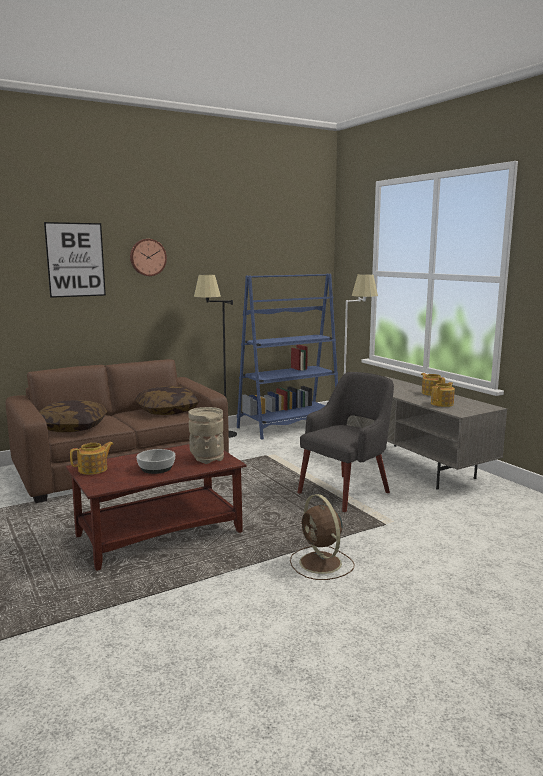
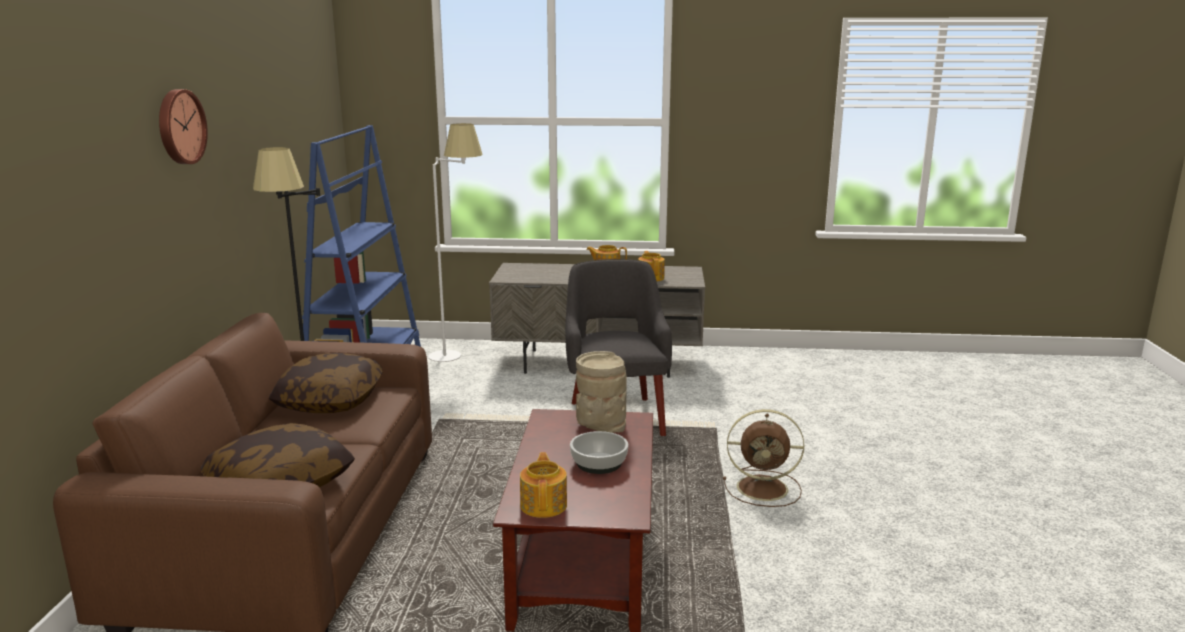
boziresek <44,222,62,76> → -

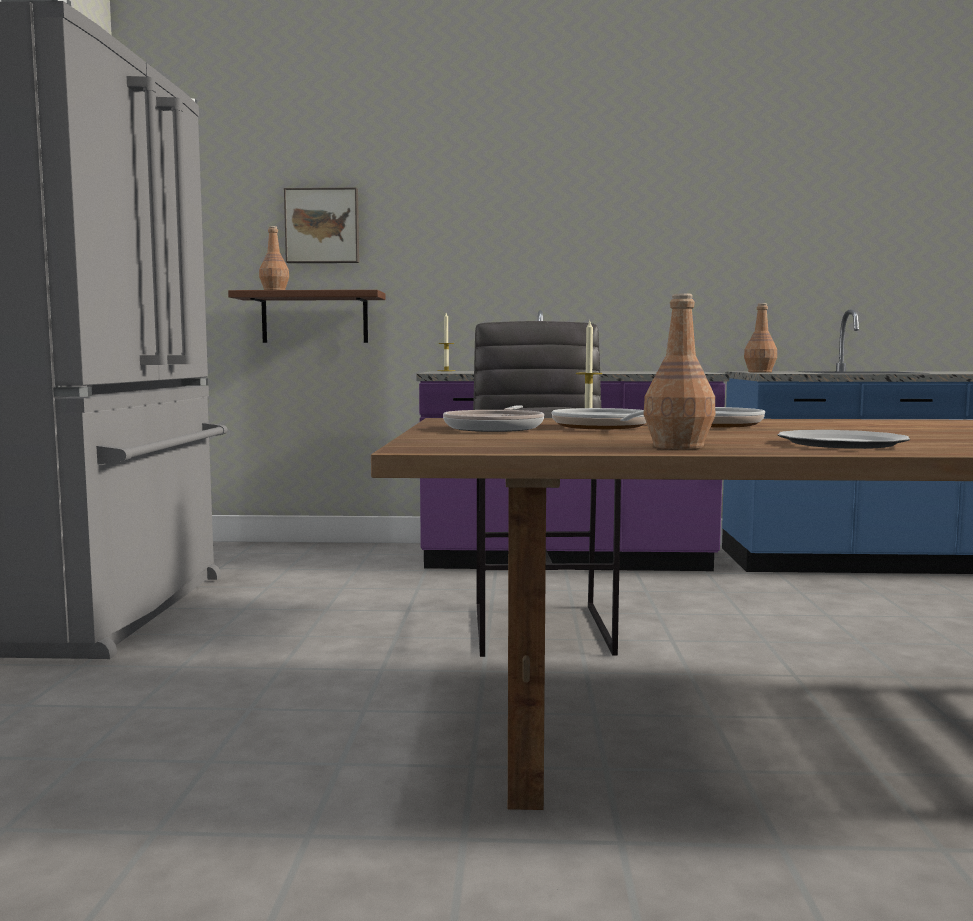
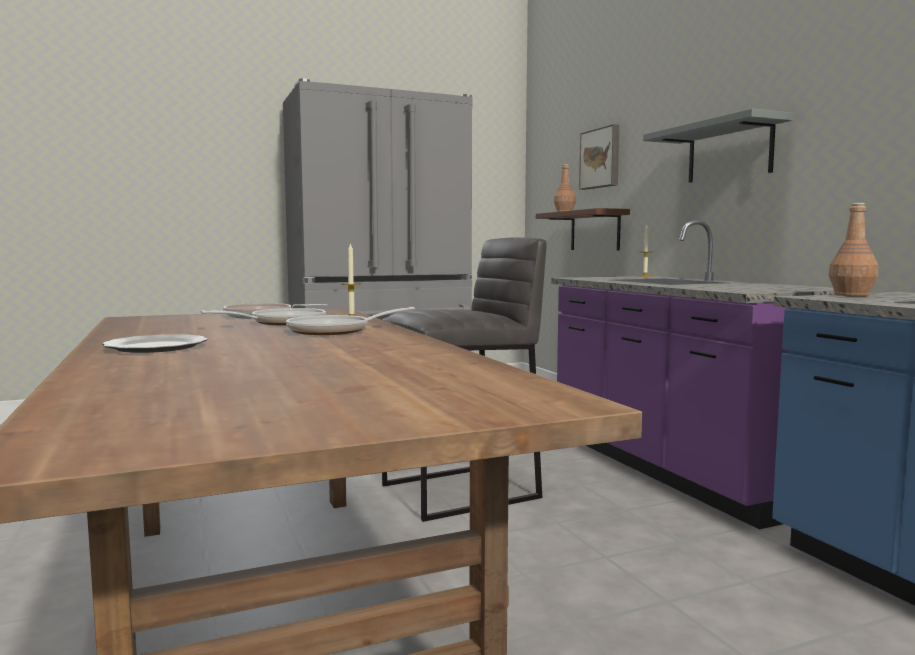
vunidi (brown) <643,294,72,155> → -
- → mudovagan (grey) <643,108,150,75>

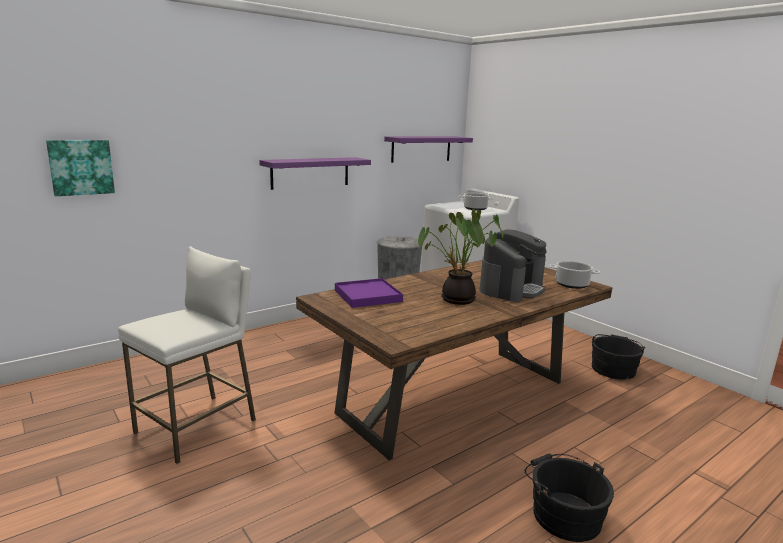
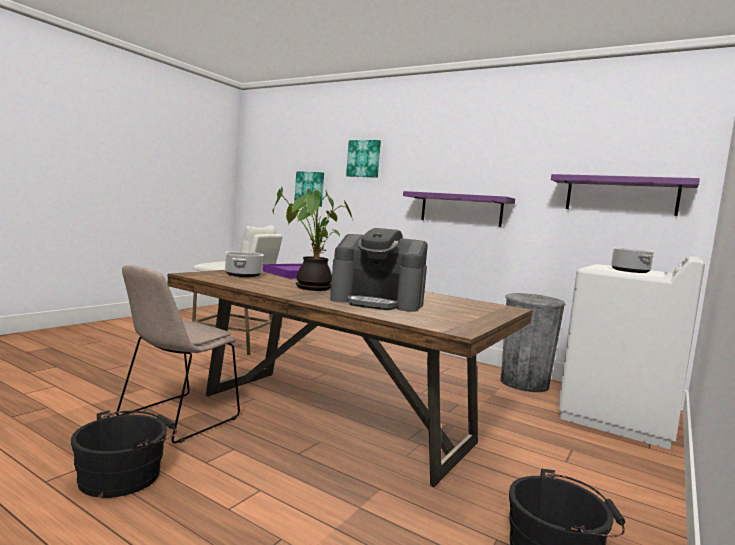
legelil <549,261,52,28> → legelil <225,251,39,26>, moved
- → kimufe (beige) <116,265,124,178>
- → boziresek <346,140,35,38>

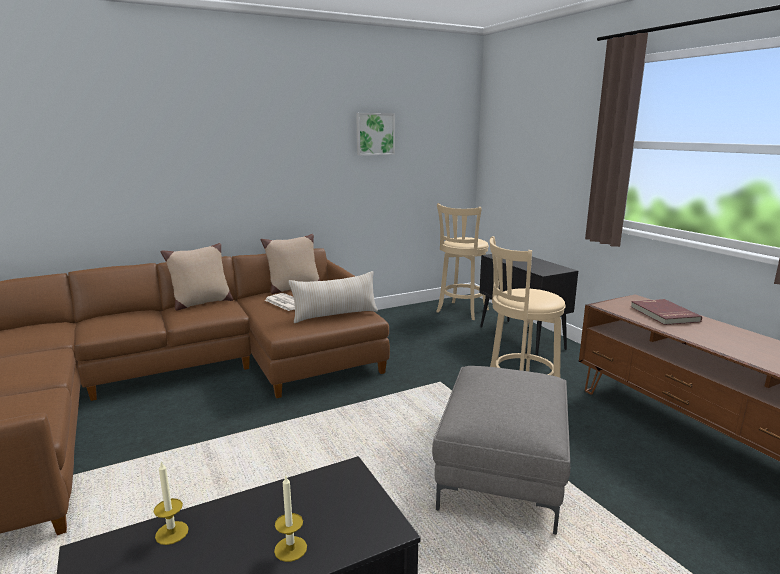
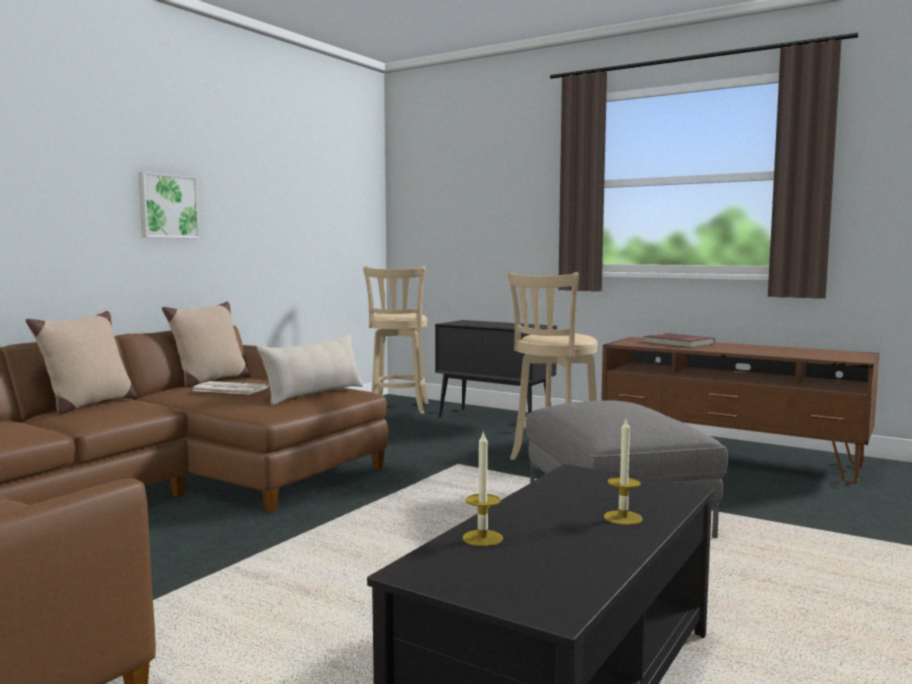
boziresek <356,113,39,43> → boziresek <138,172,62,66>, moved

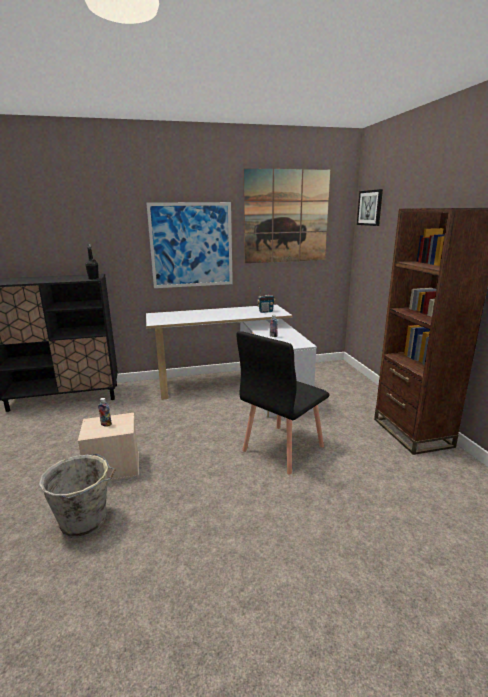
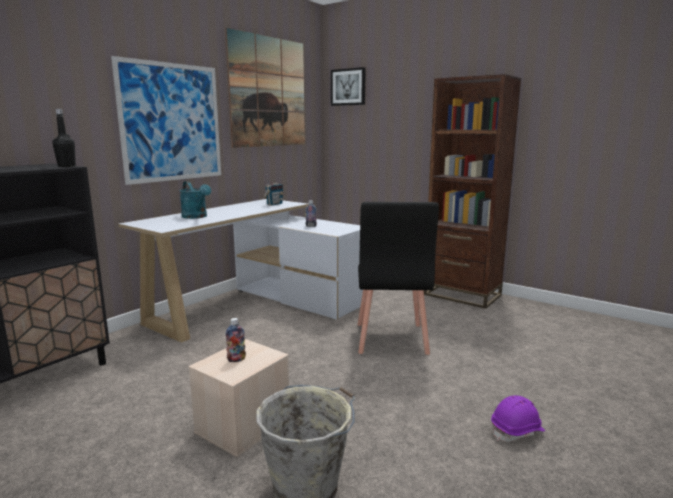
- → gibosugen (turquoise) <180,181,31,38>
- → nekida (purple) <491,395,54,47>

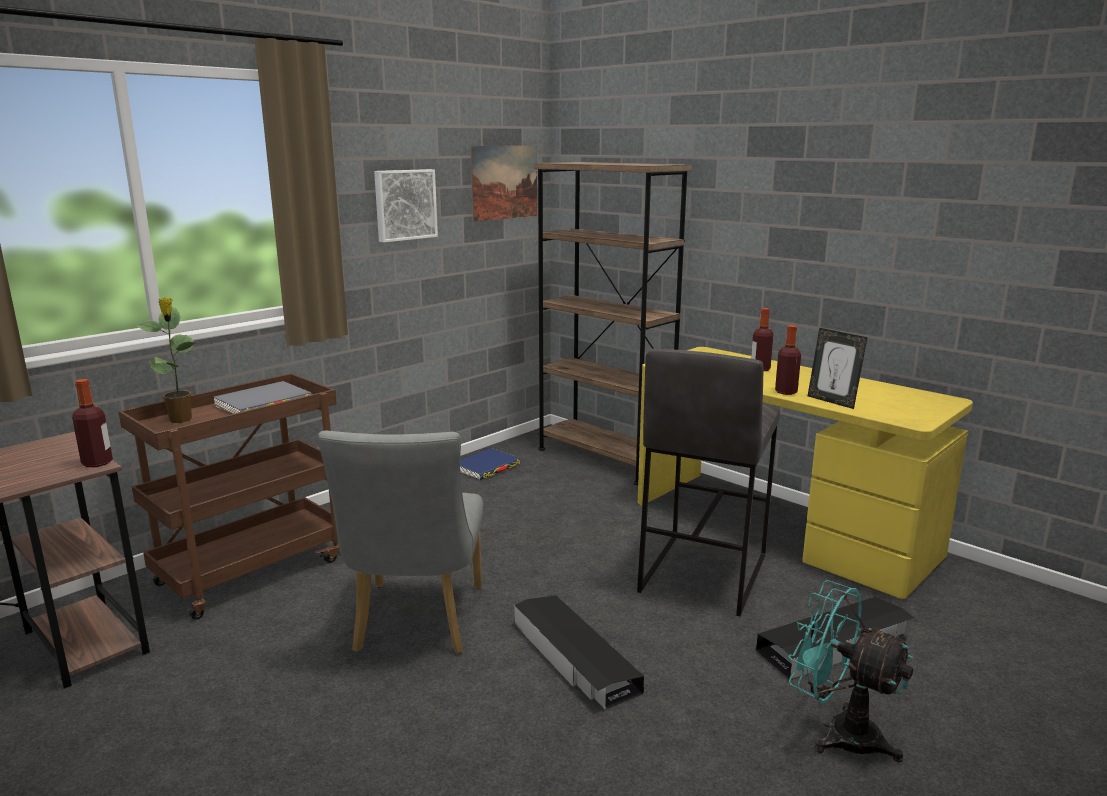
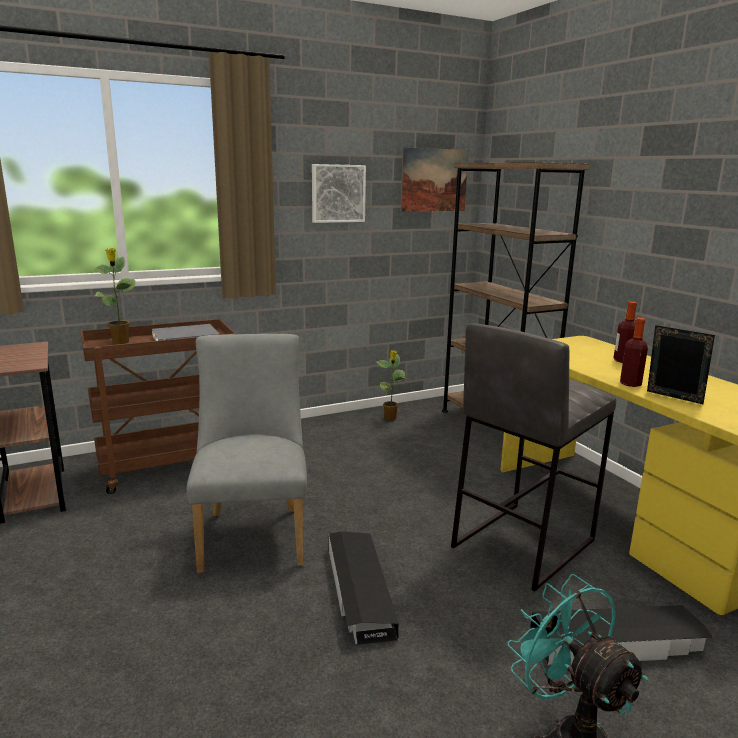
vunidi <72,379,41,88> → -
kimufe (grey) <318,431,165,223> → kimufe (grey) <186,334,121,239>, 150 degrees clockwise
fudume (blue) <460,448,61,32> → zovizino <377,350,29,71>
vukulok <808,328,60,81> → vukulok <647,325,68,79>, 150 degrees clockwise

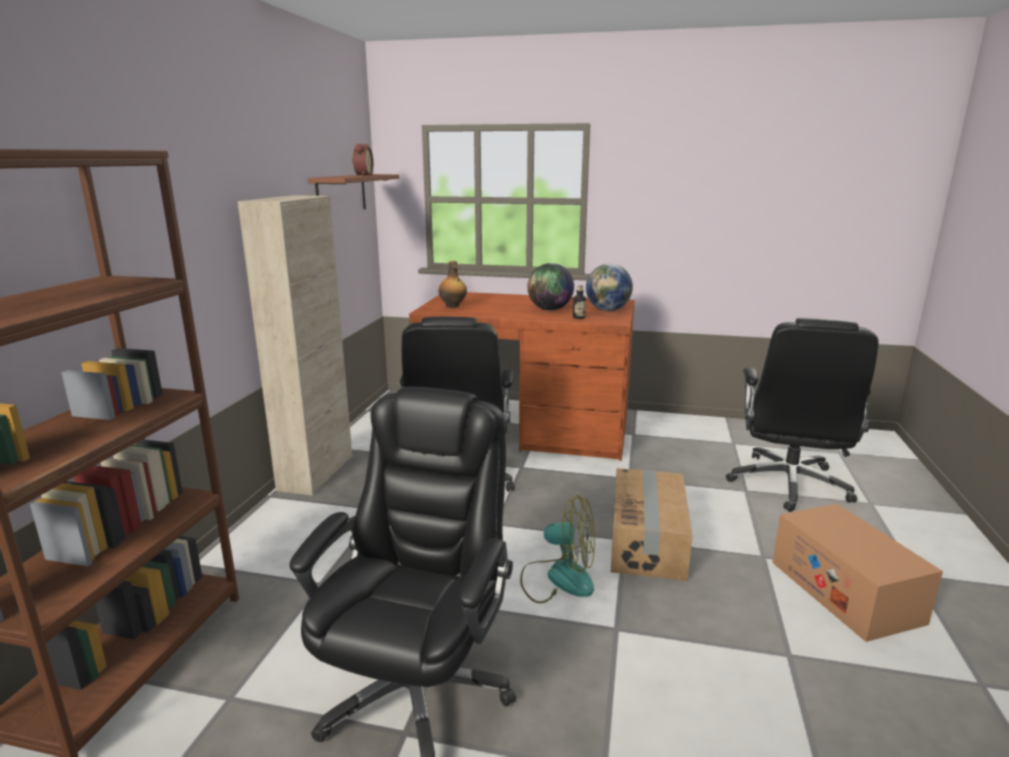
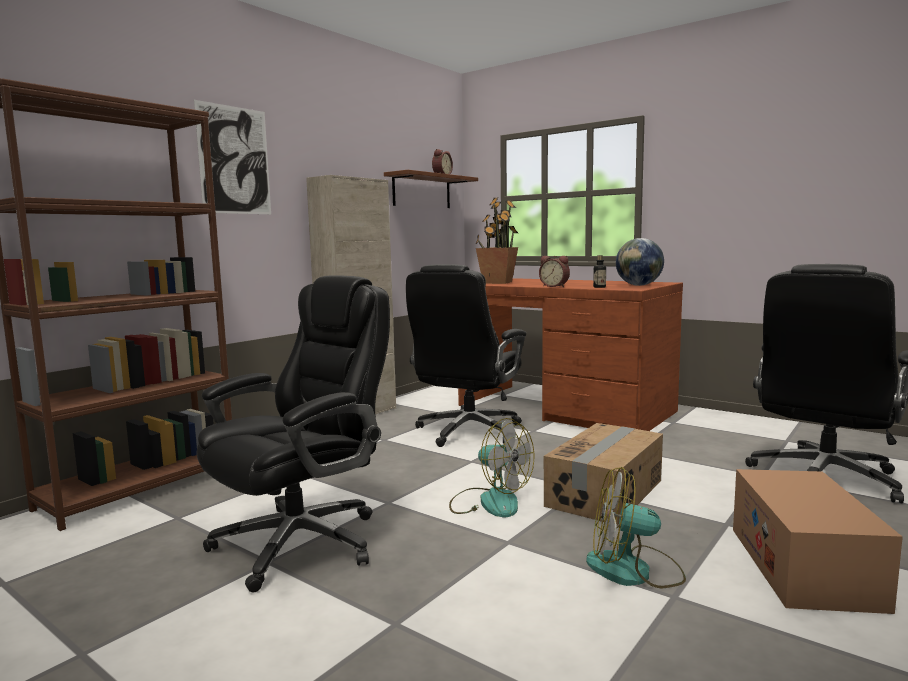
vunidi <438,261,29,47> → zovizino <476,198,42,86>
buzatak <527,263,47,47> → -
- → boziresek <194,100,77,114>
- → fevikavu <539,256,31,31>
- → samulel <586,467,100,122>

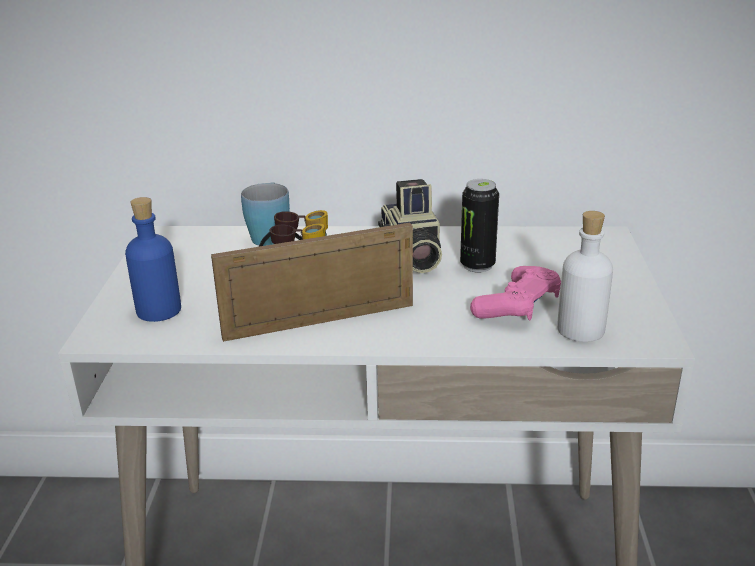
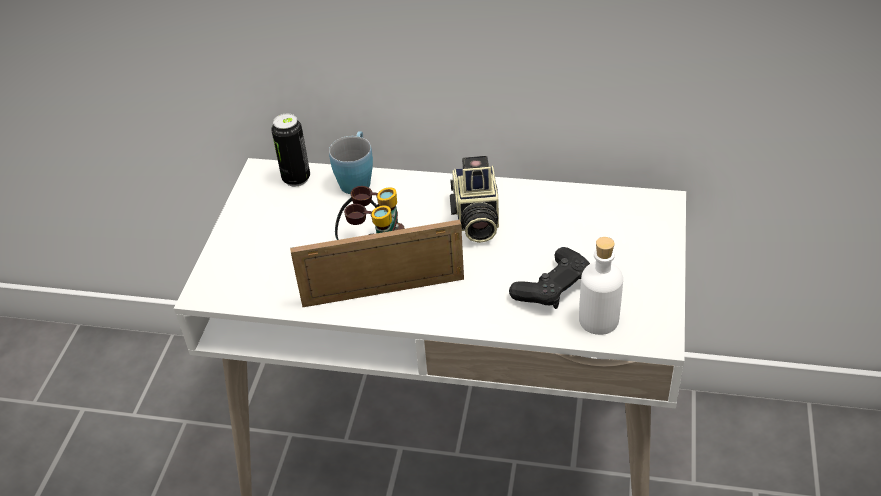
vunidi (blue) <125,197,56,125> → -
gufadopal <460,179,39,94> → gufadopal <271,114,39,73>, moved
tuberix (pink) <470,266,91,54> → tuberix (black) <509,247,81,62>

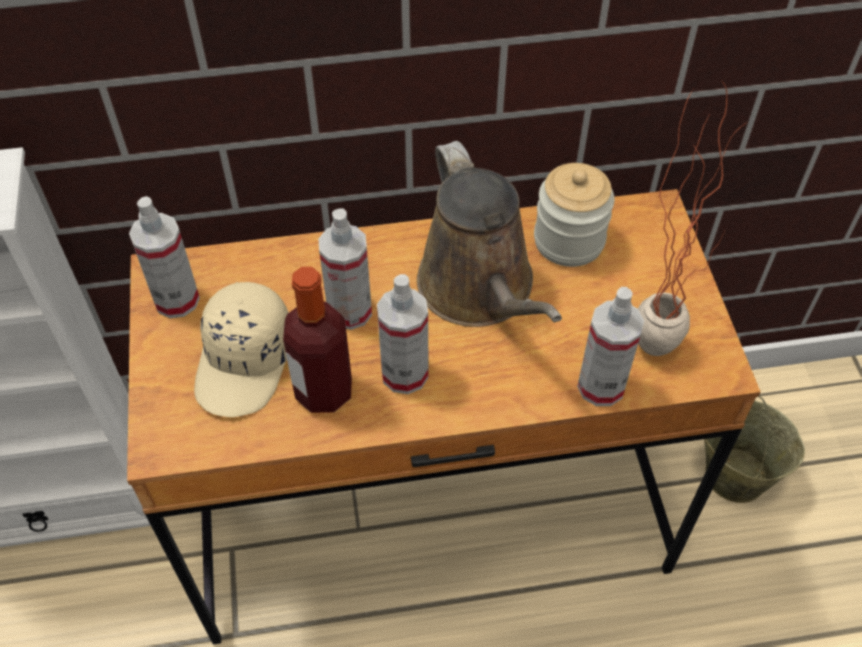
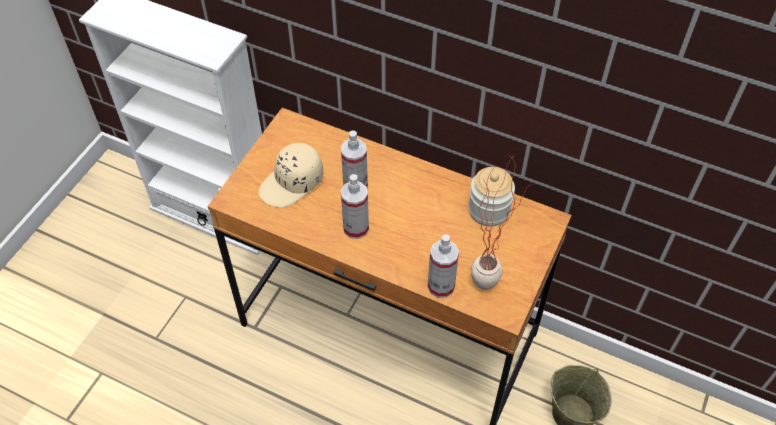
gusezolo <129,196,71,122> → -
vunidi <283,267,69,146> → -
gibosugen (brown) <417,141,145,186> → -

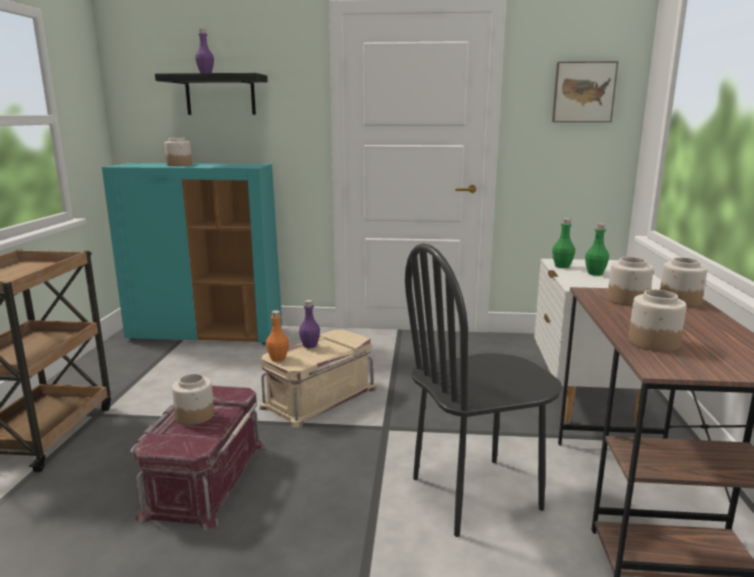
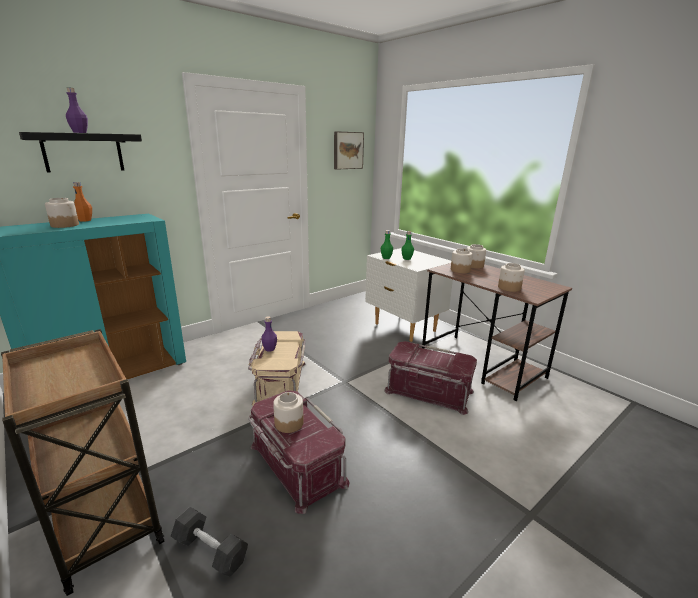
vunidi (orange) <266,310,23,52> → vunidi (orange) <73,182,19,40>, moved
kimufe (black) <405,243,158,294> → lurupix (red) <384,341,93,74>
- → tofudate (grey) <171,507,77,69>

